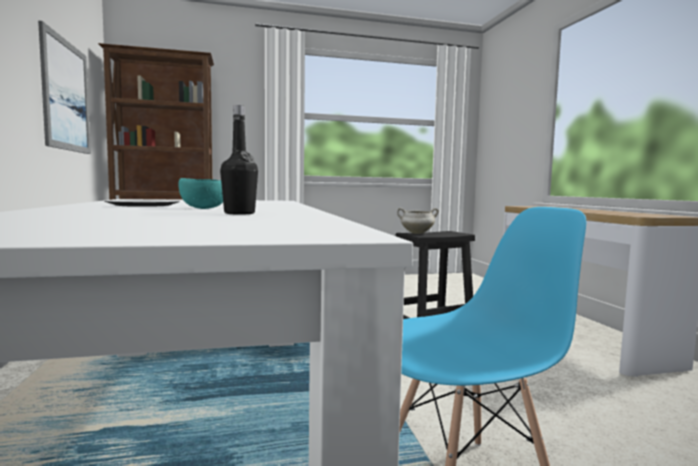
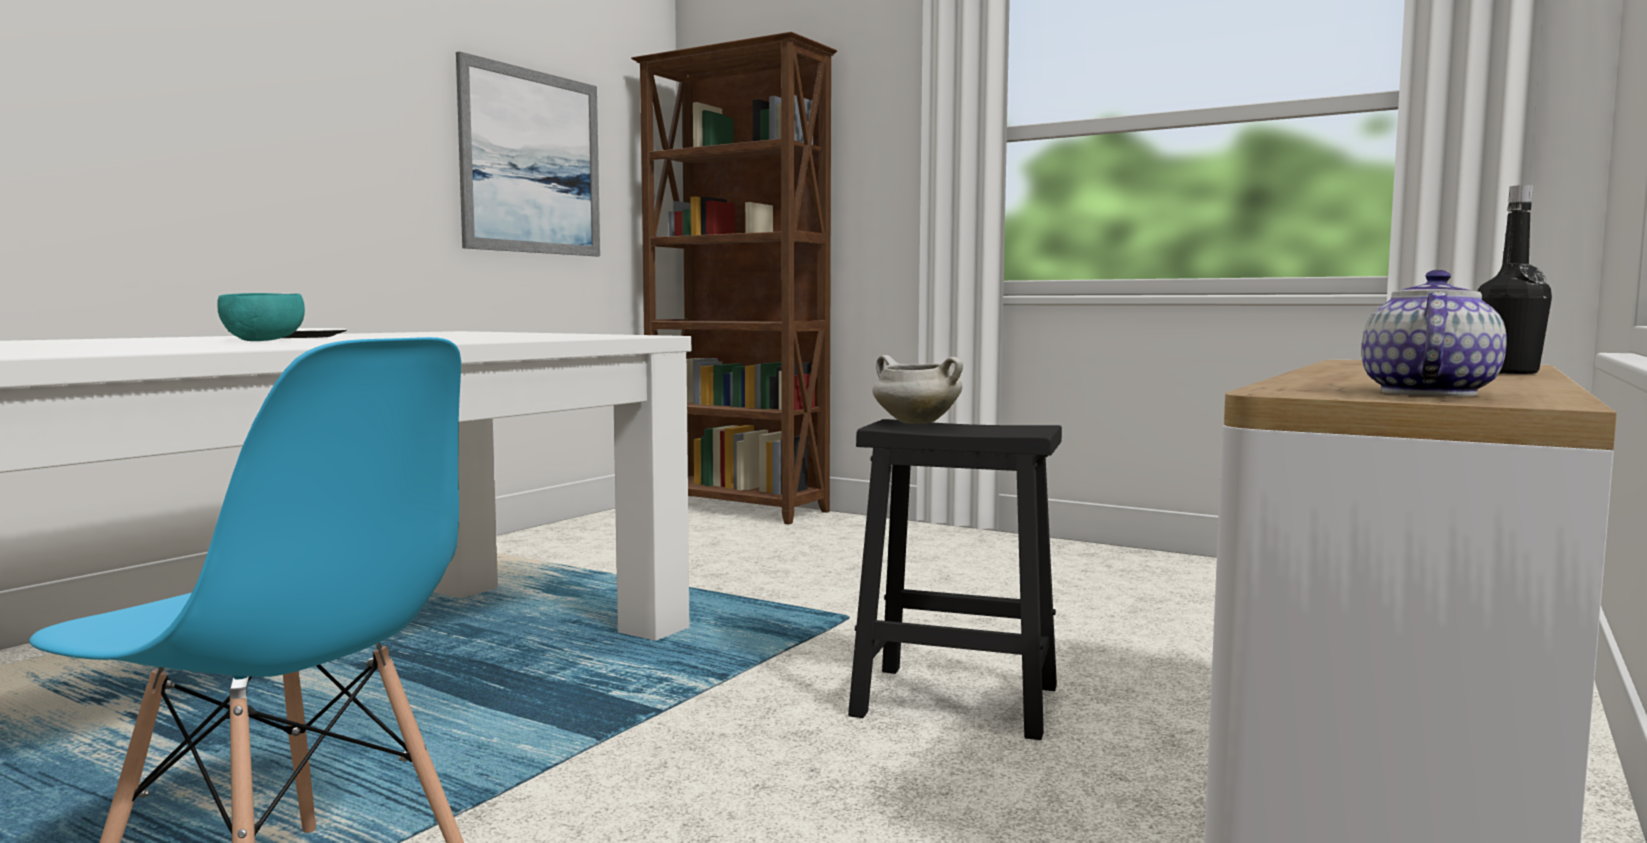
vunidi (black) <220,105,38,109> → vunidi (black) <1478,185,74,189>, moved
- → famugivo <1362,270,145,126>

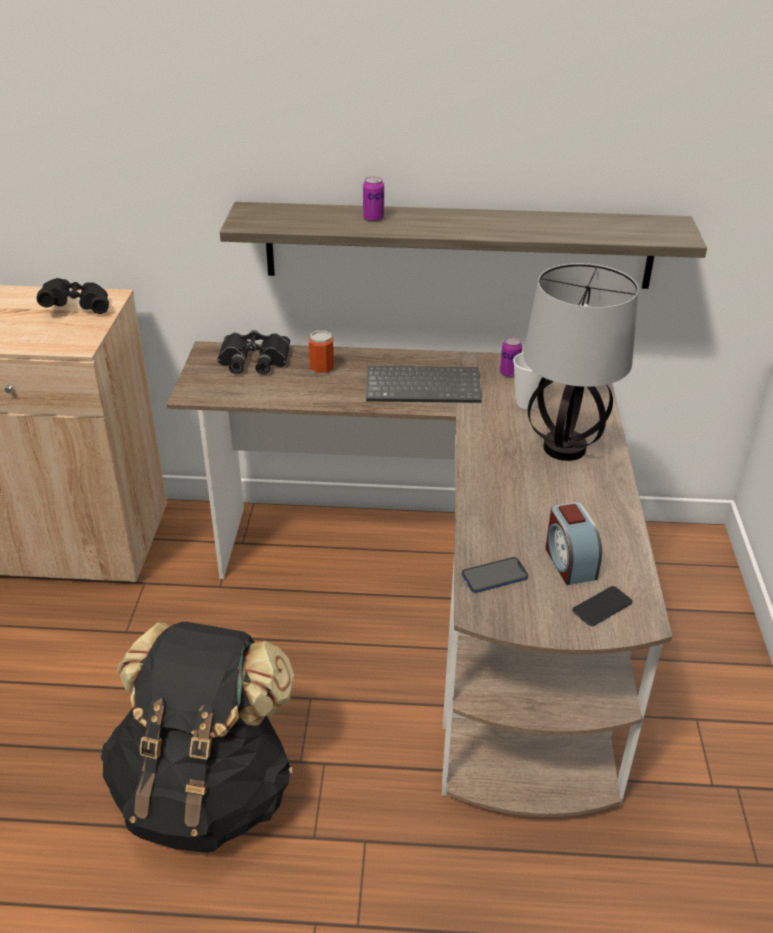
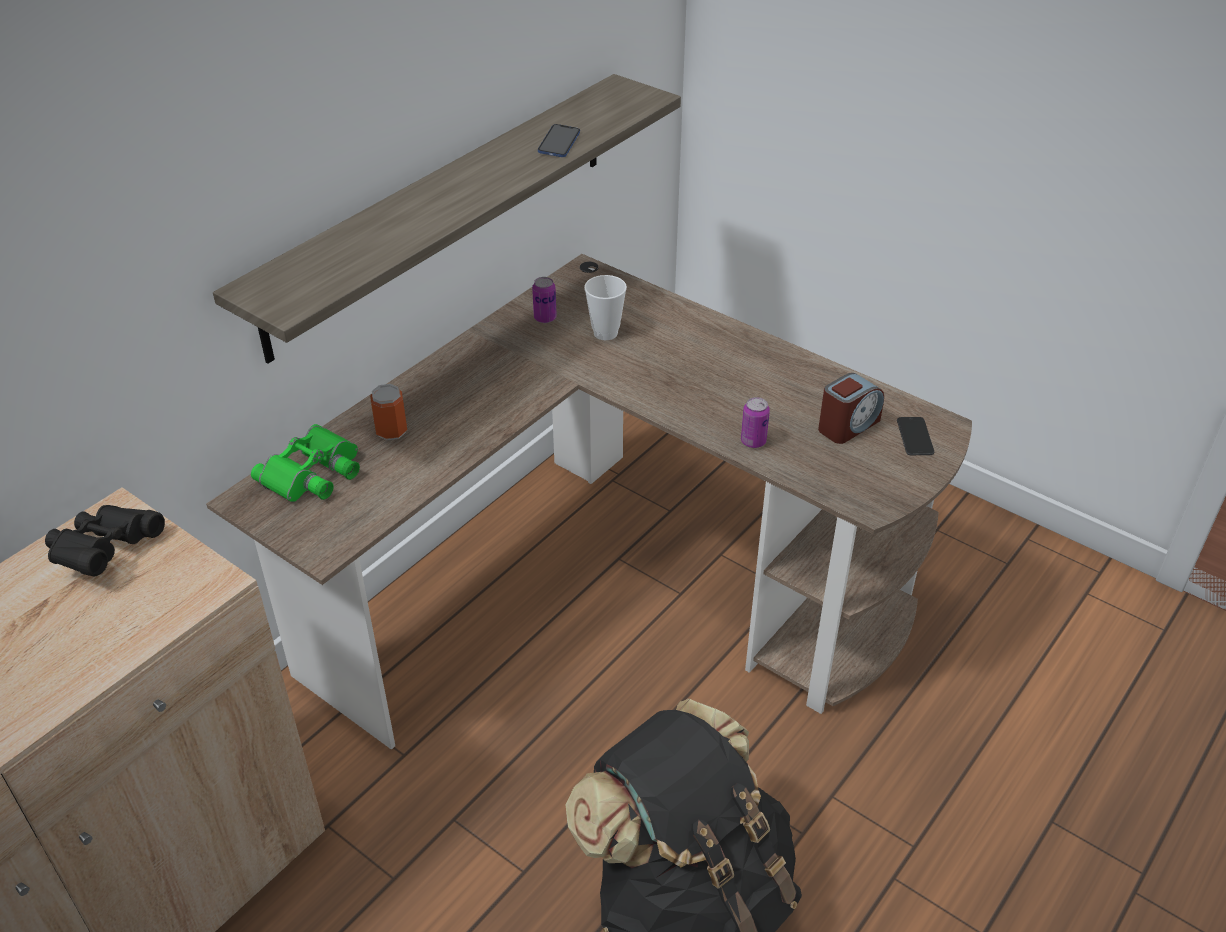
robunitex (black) <217,330,73,45> → robunitex (green) <251,424,109,78>
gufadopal <363,177,21,45> → gufadopal <741,397,29,51>, moved
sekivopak <366,366,116,37> → -
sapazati <462,557,66,36> → sapazati <538,124,42,33>, moved
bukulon <523,263,116,198> → -
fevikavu <546,502,56,83> → fevikavu <818,373,66,71>, 60 degrees counterclockwise

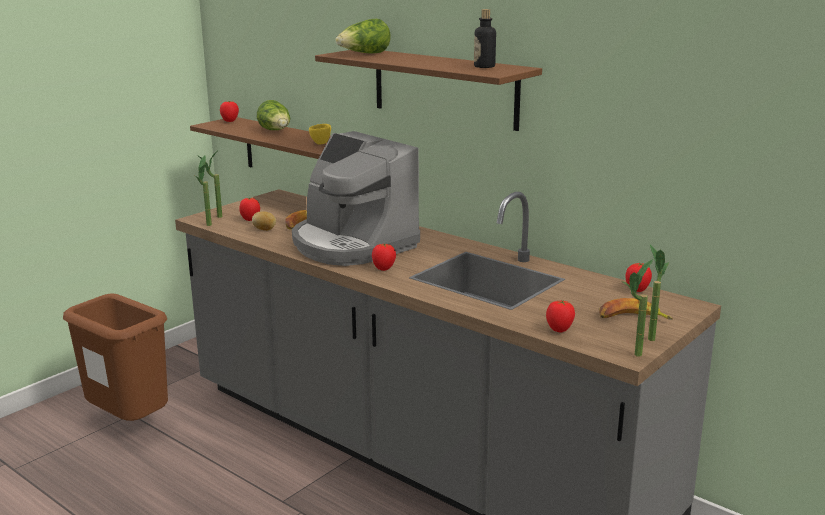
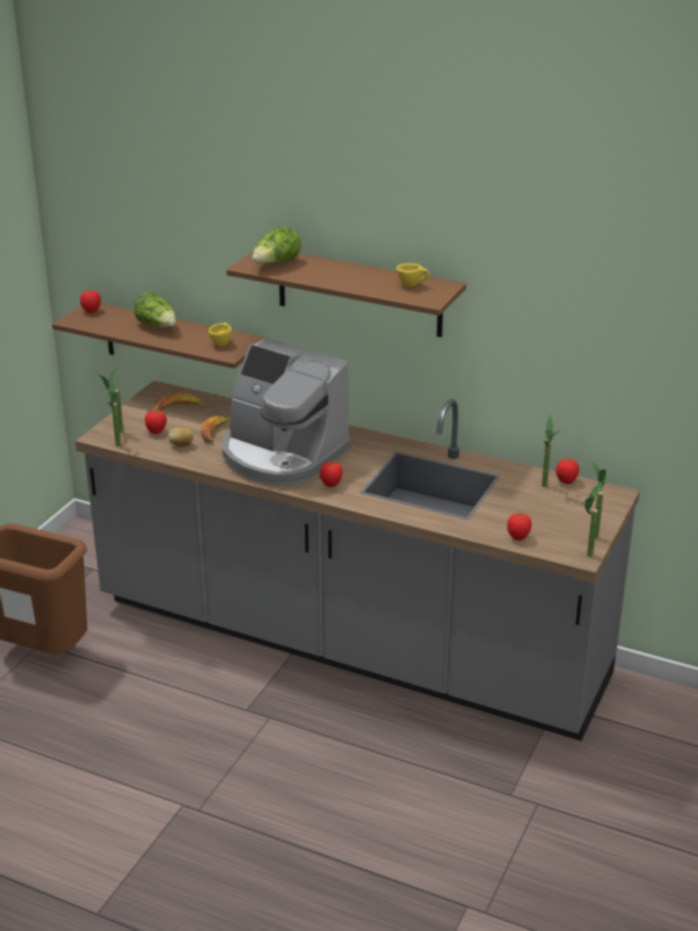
vunidi <474,9,22,59> → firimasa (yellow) <396,263,33,24>
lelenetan <599,298,74,22> → lelenetan <154,393,55,18>, moved
- → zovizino <542,416,18,71>

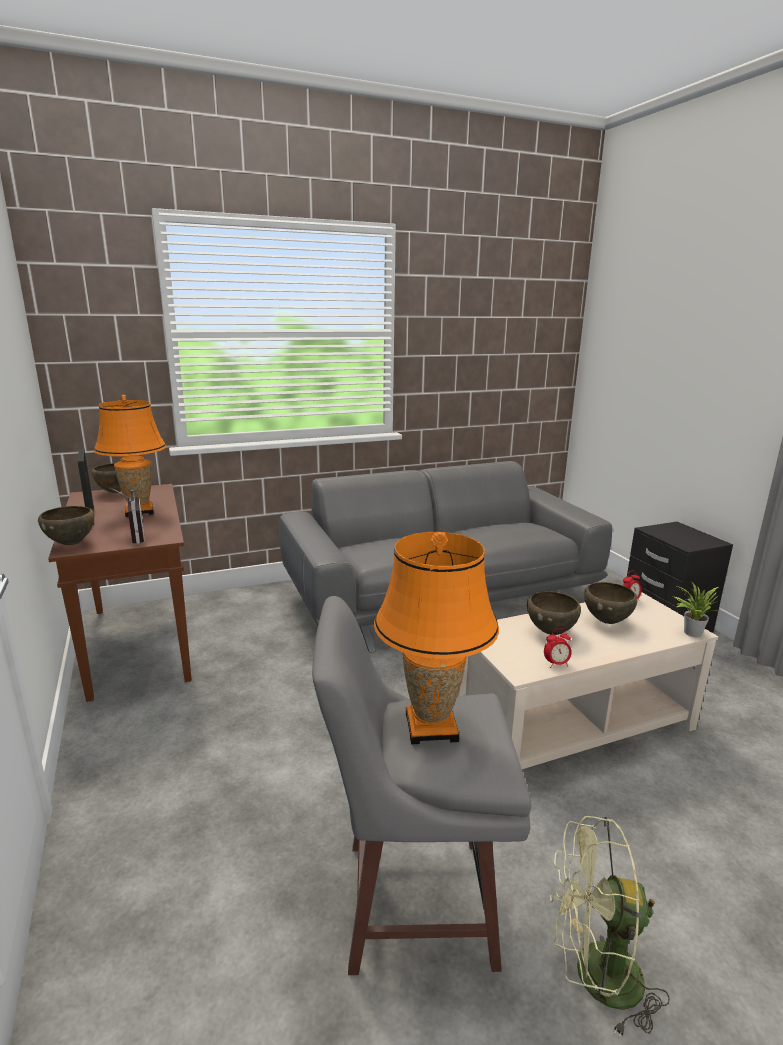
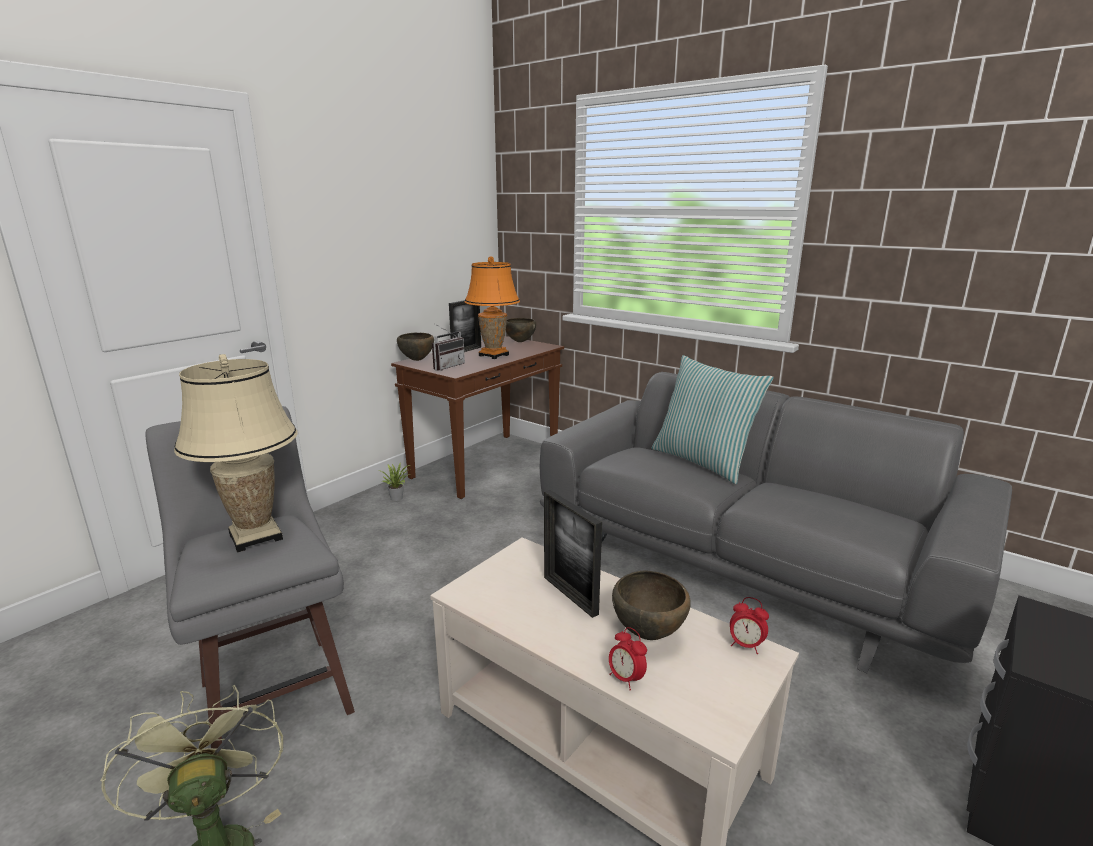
bukulon (orange) <374,532,125,212> → bukulon (beige) <174,354,124,198>
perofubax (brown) <527,591,54,44> → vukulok <544,490,58,128>
fevikavu <544,628,28,40> → fevikavu <609,627,38,63>, moved
zovizino <673,581,47,56> → zovizino <379,462,31,39>, moved
- → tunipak <652,355,122,129>

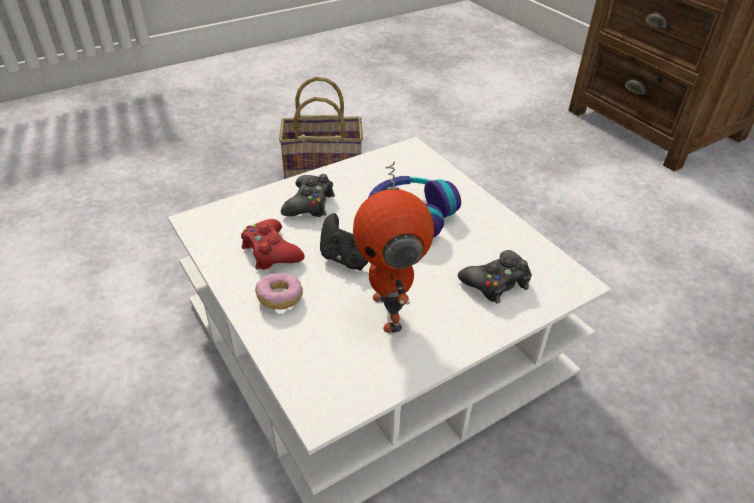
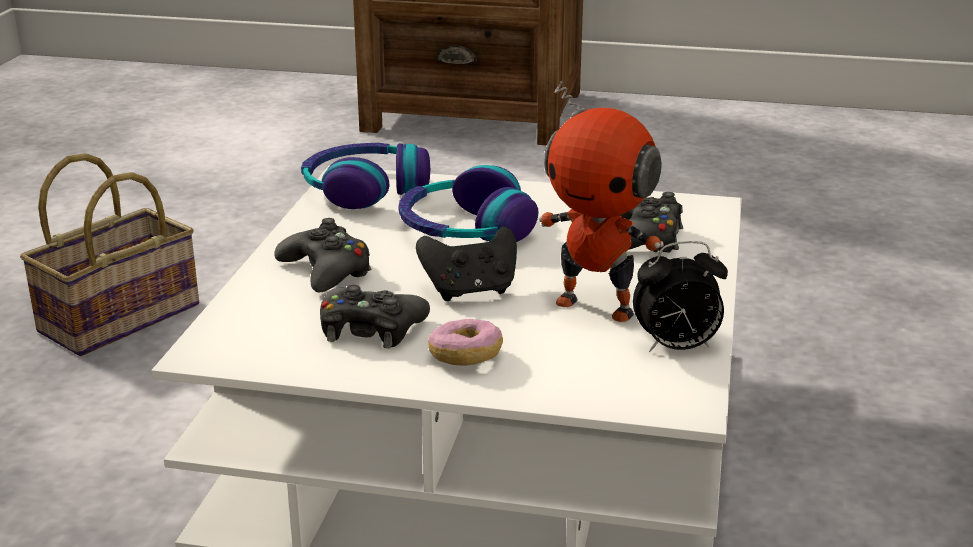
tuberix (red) <241,219,64,51> → tuberix (black) <320,285,110,63>
- → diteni <301,143,129,66>
- → fevikavu <633,241,95,111>

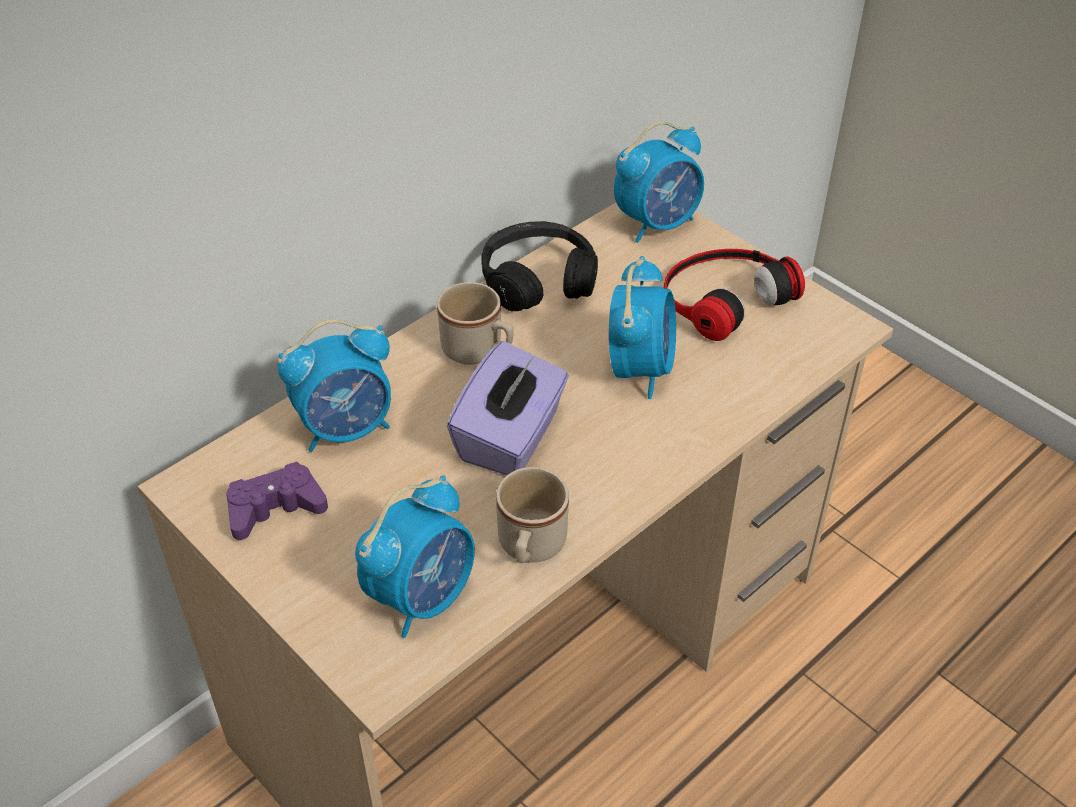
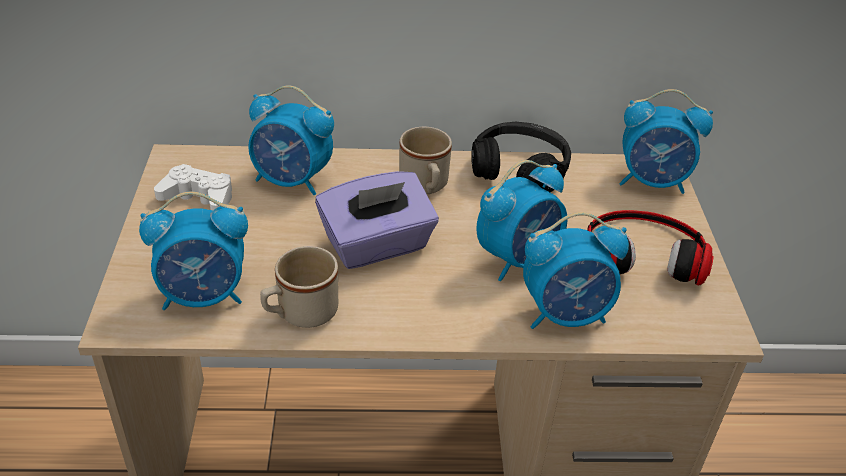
tuberix (purple) <226,462,102,78> → tuberix (white) <154,164,78,47>
- → fevikavu <523,212,106,117>

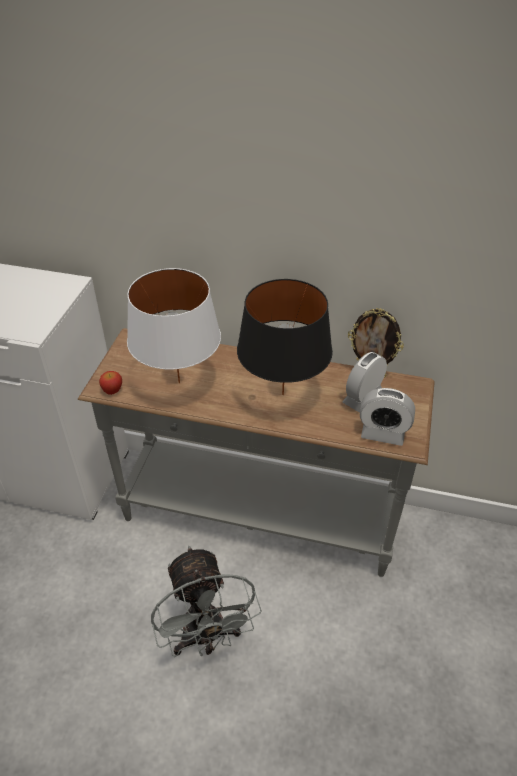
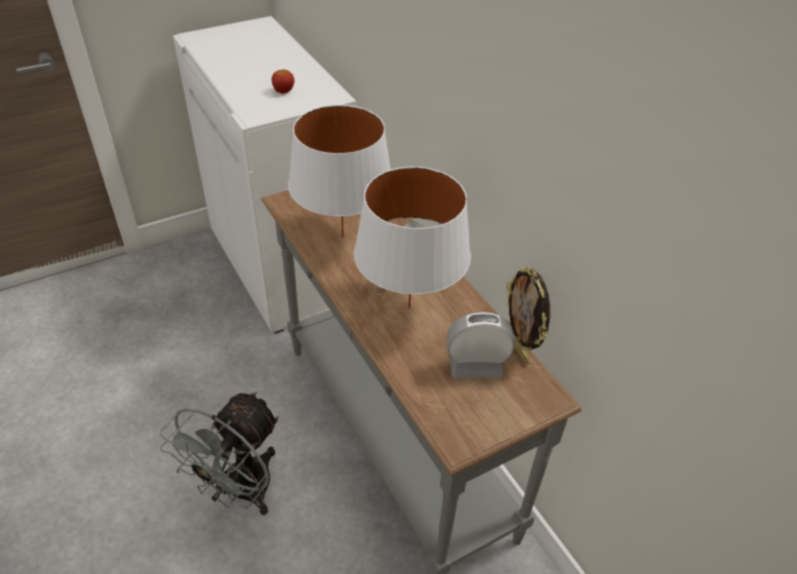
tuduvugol <99,371,23,24> → tuduvugol <271,70,23,24>, moved
bukulon (black) <237,279,96,116> → bukulon (white) <354,167,117,141>
fevikavu <360,388,55,58> → -

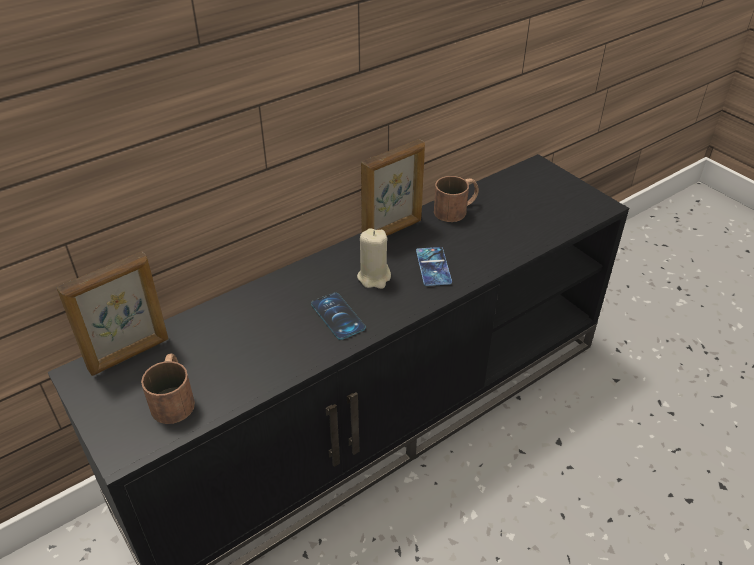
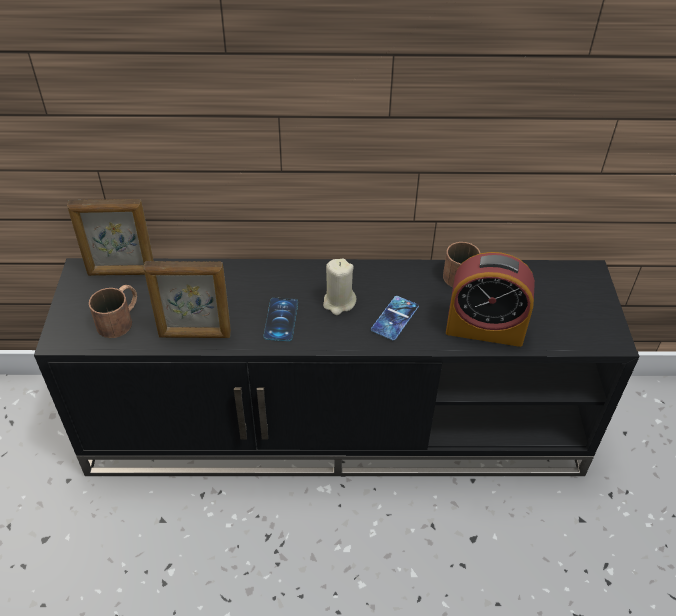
vukulok <361,139,64,97> → vukulok <143,261,88,77>, moved
- → fevikavu <446,252,89,95>

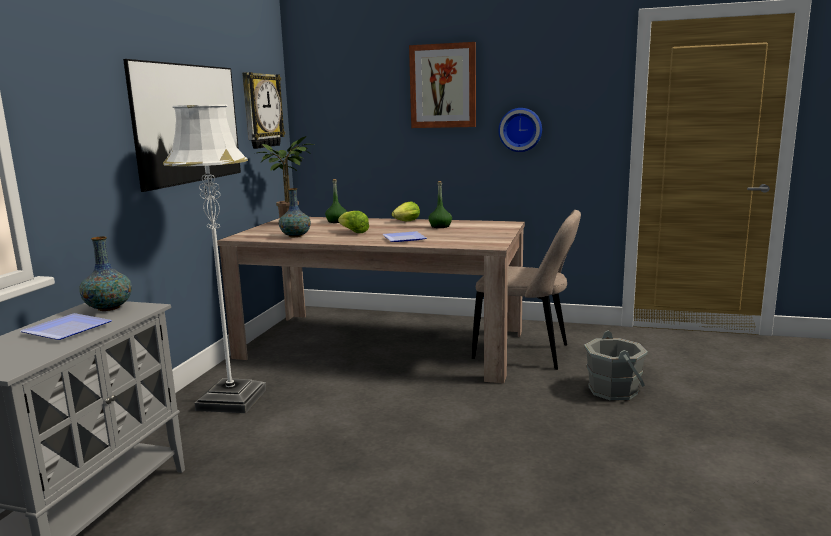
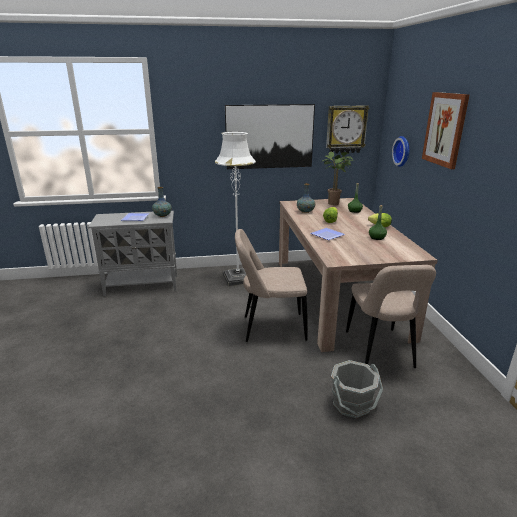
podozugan <498,108,44,44> → podozugan <392,136,17,31>, moved
- → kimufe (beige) <235,229,73,113>

